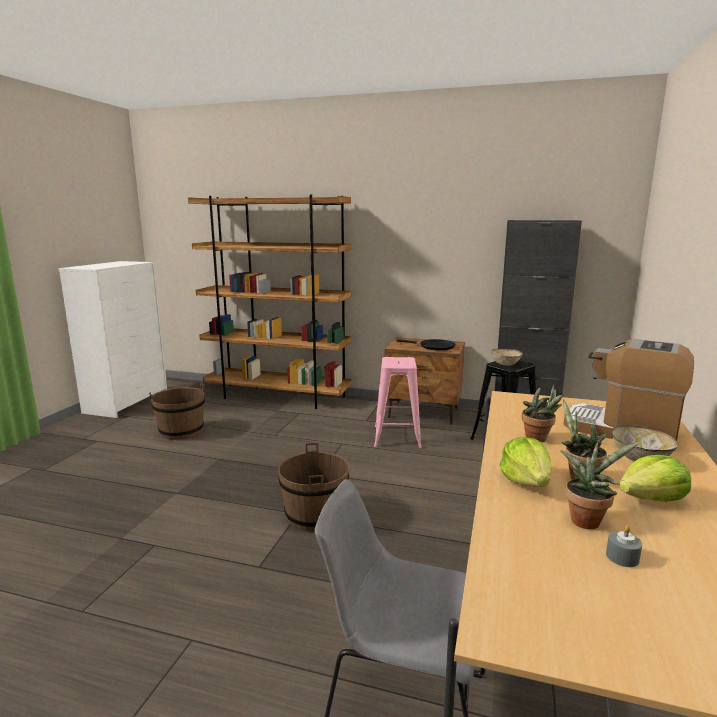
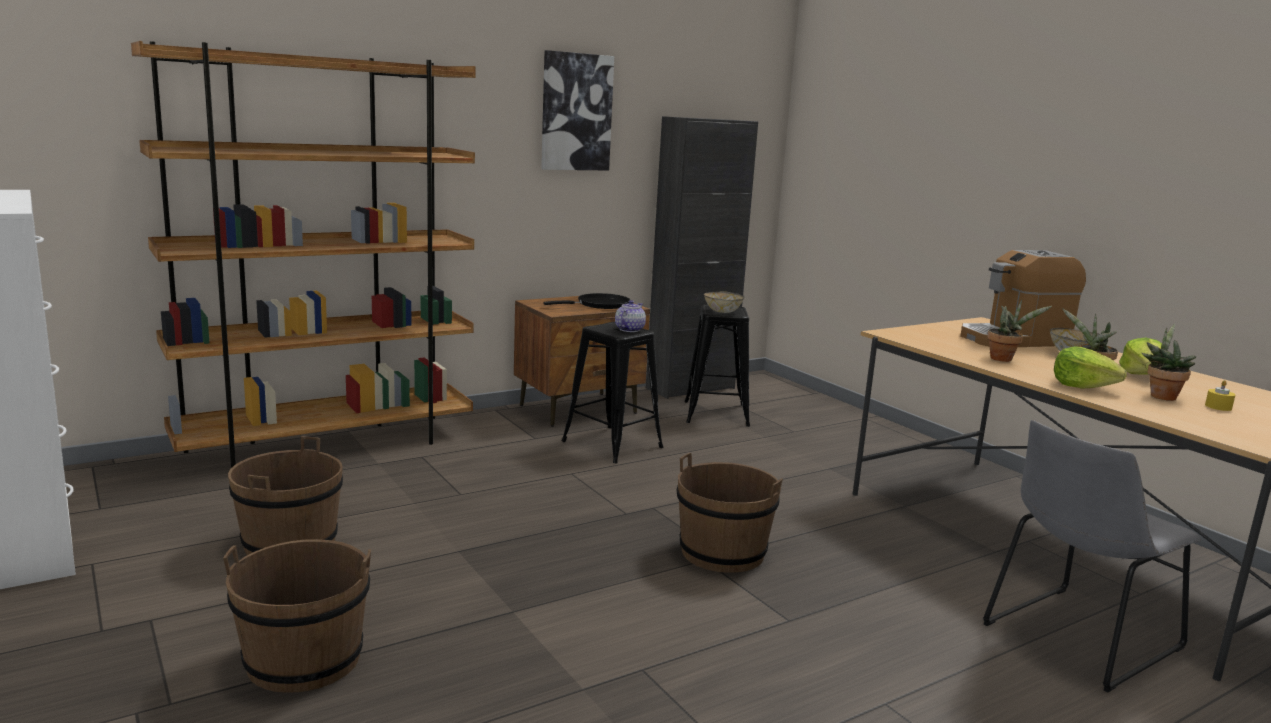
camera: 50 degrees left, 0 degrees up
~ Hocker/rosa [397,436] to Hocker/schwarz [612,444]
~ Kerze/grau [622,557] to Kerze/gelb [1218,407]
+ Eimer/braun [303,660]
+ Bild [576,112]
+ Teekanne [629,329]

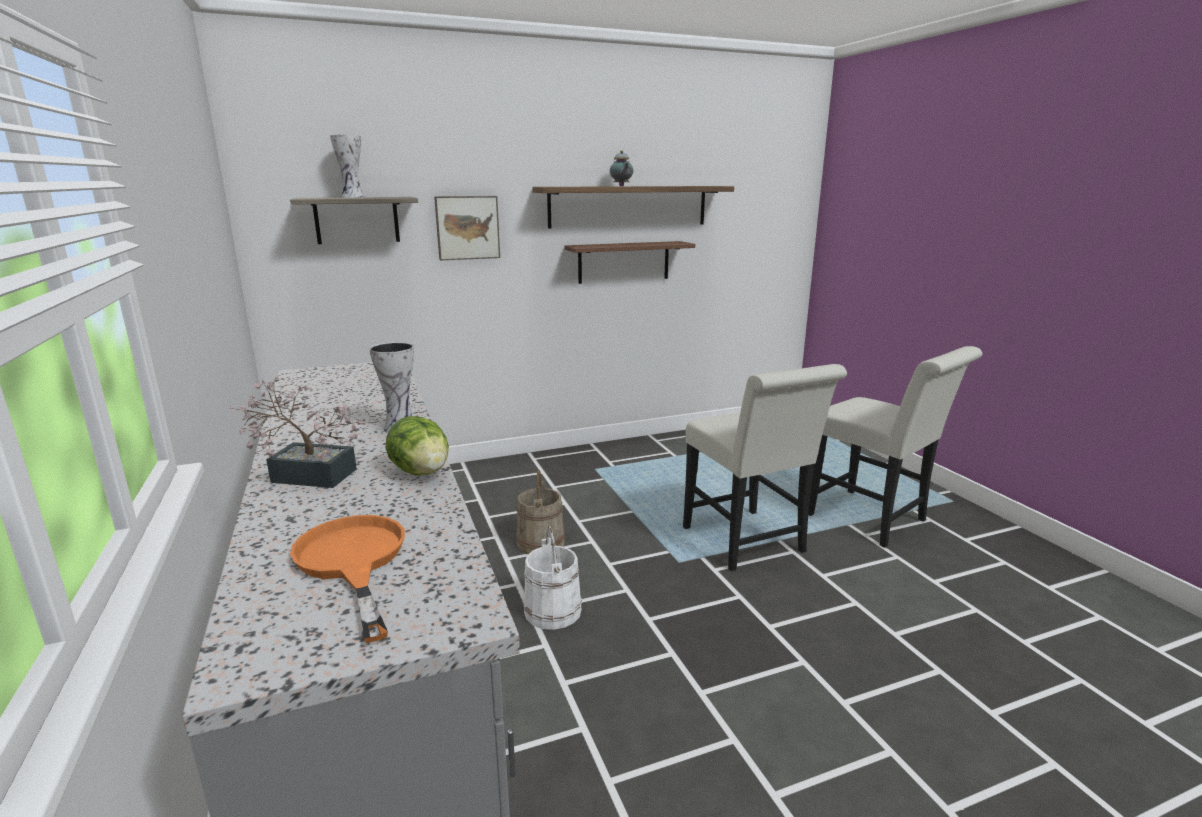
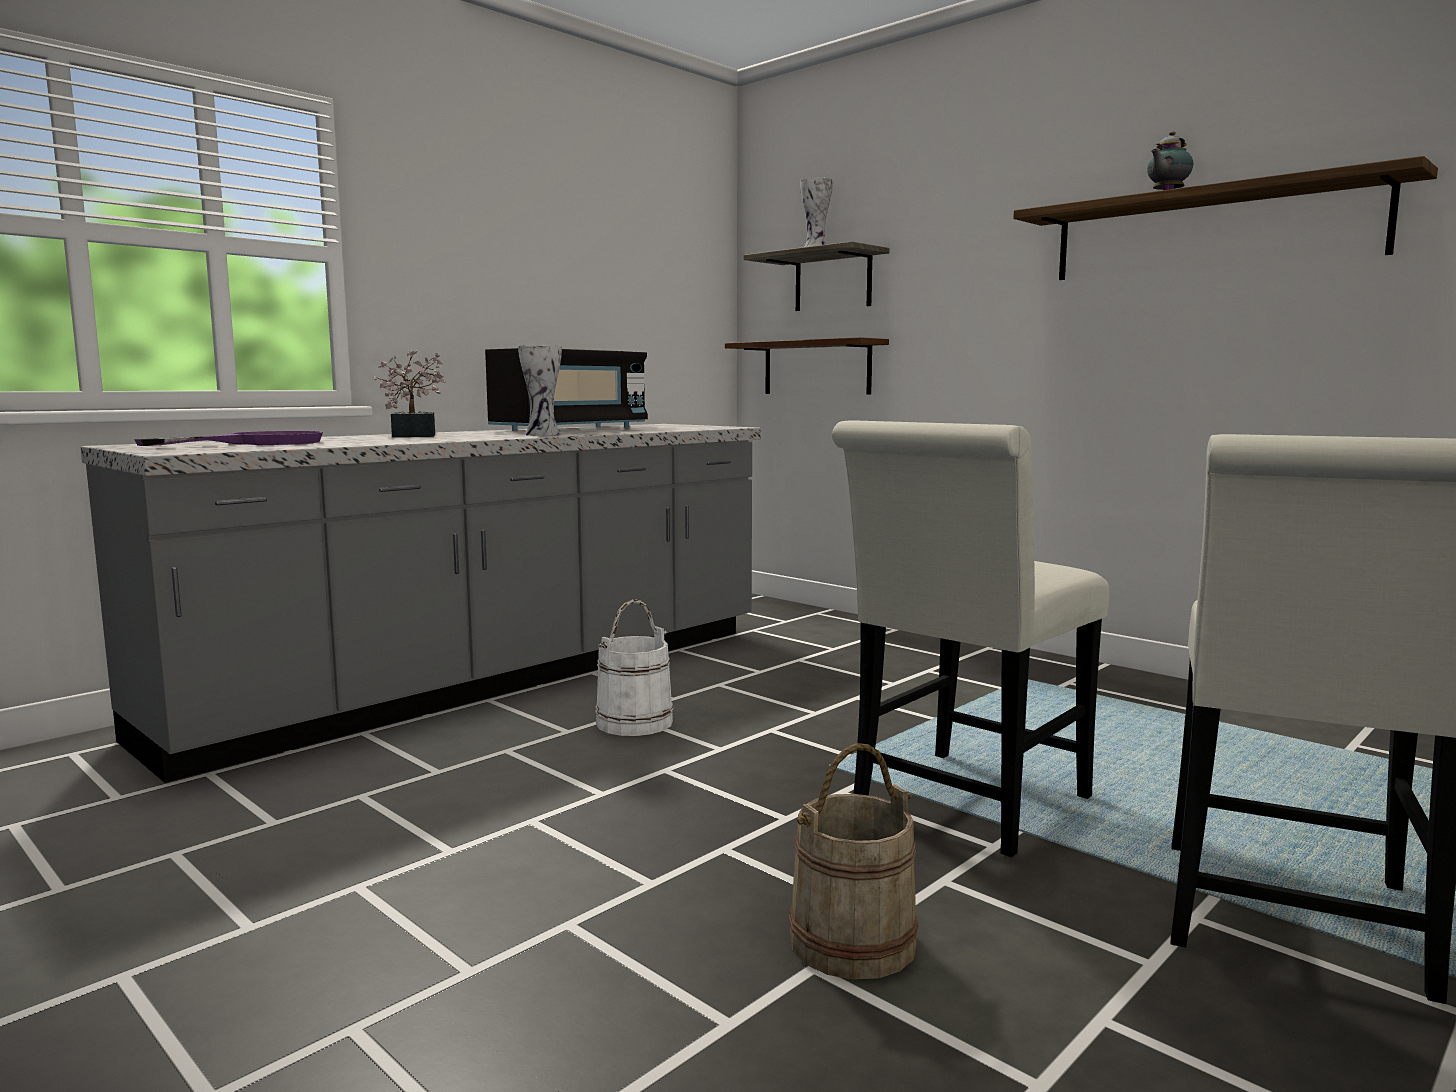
camera: 65 degrees right, 10 degrees down
~ Pfanne/orange [353,562] to Pfanne/lila [259,443]
- Salatkopf [421,472]
- Bild [467,227]
~ Eimer/beige [541,542] to [852,942]
~ Wandregal/braun [624,262] to [816,368]
+ Mikrowelle/schwarz [573,429]

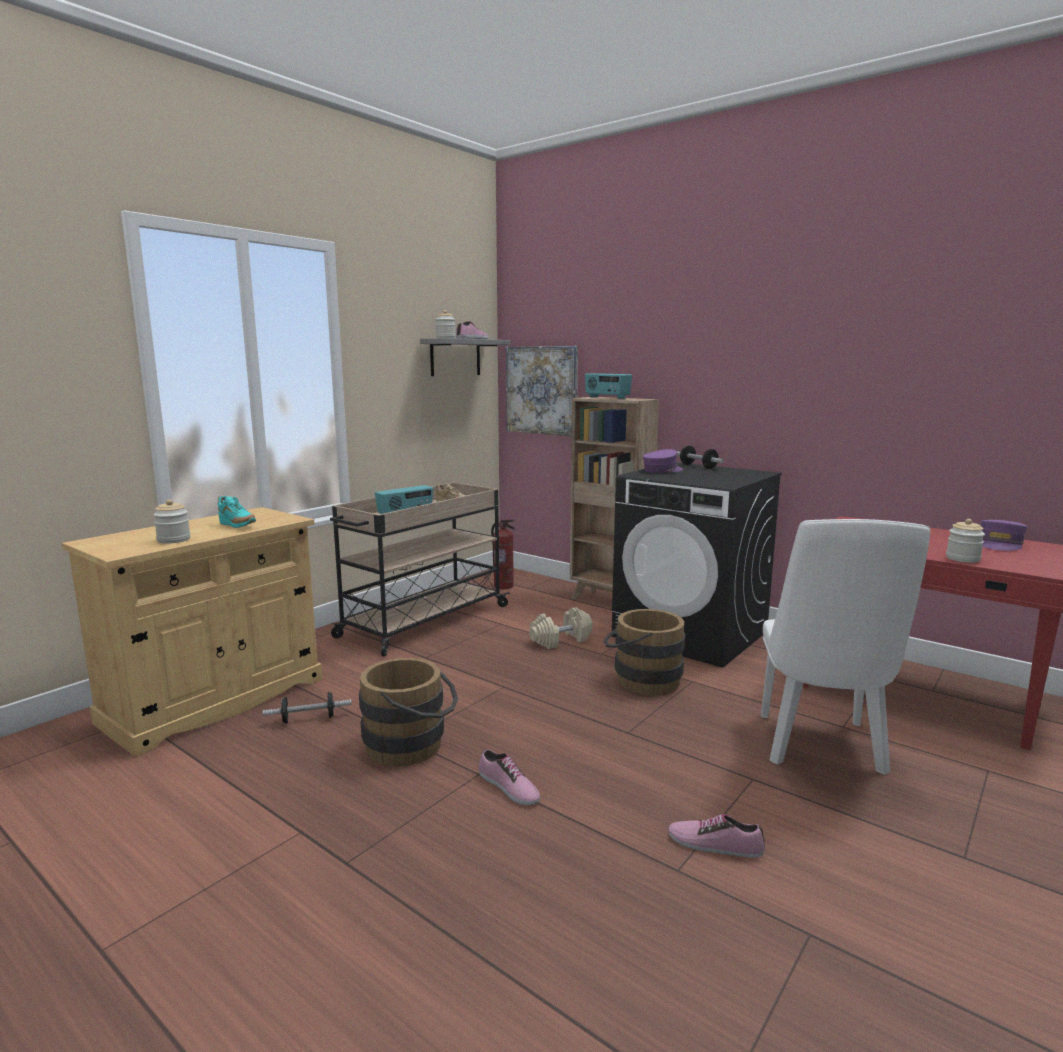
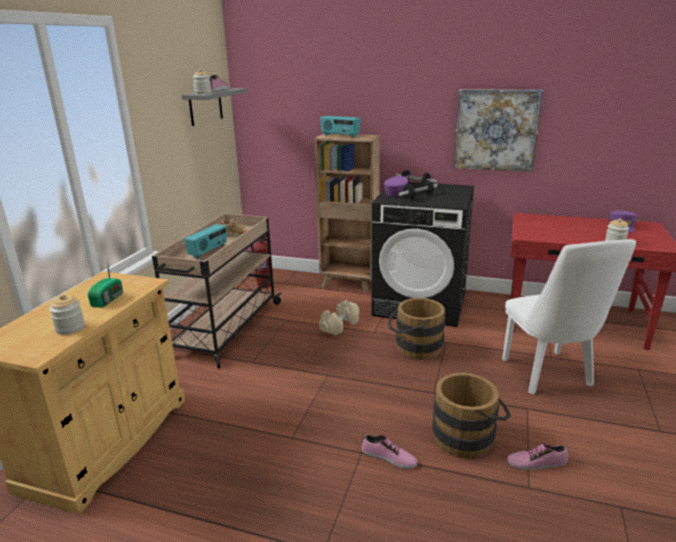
camera: 20 degrees left, 10 degrees up
~ Schuh/türkis [237,526] to Radio [109,299]
~ Hantel [308,719] to [418,197]
~ Eimer/braun [412,745] to [468,437]
~ Bild [542,390] to [496,130]

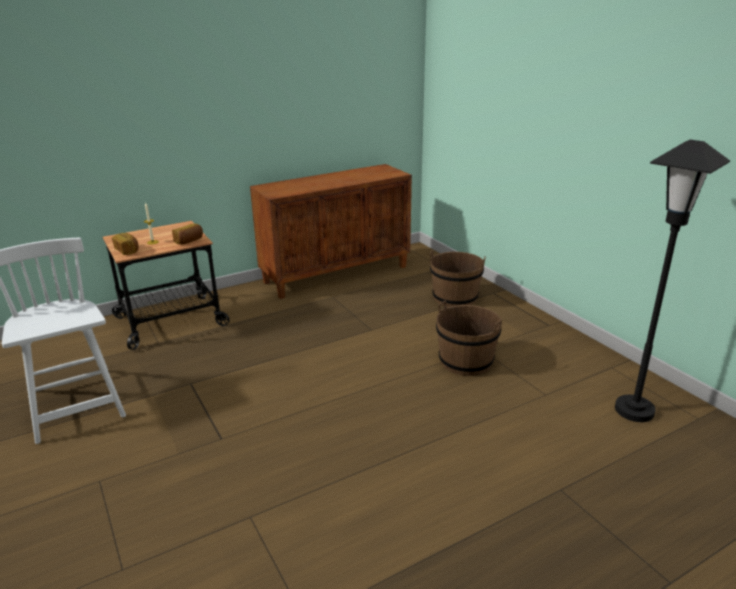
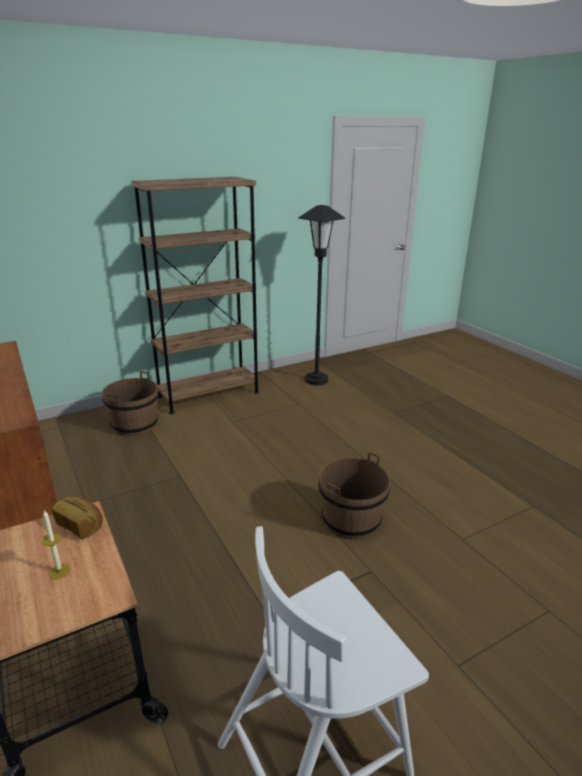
camera: 90 degrees left, 0 degrees up
- Brot [127,251]
~ Eimer/braun [466,361] to [351,520]
+ Bücherregal/braun [208,394]

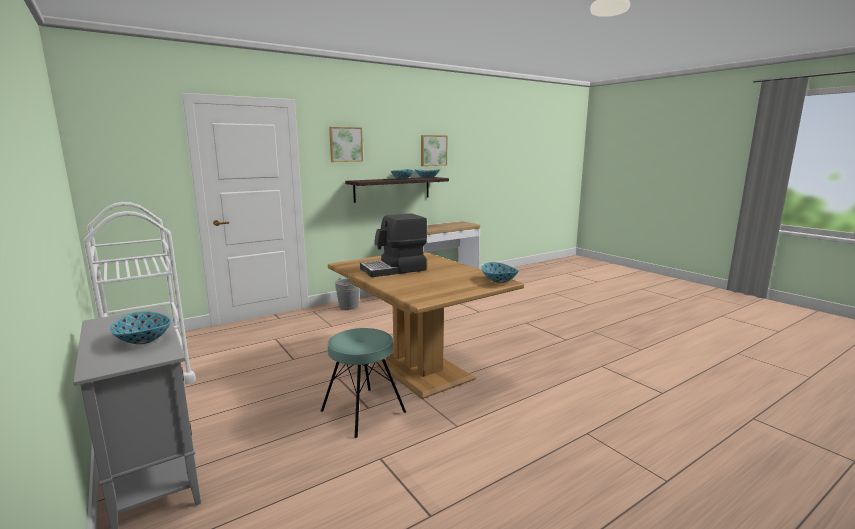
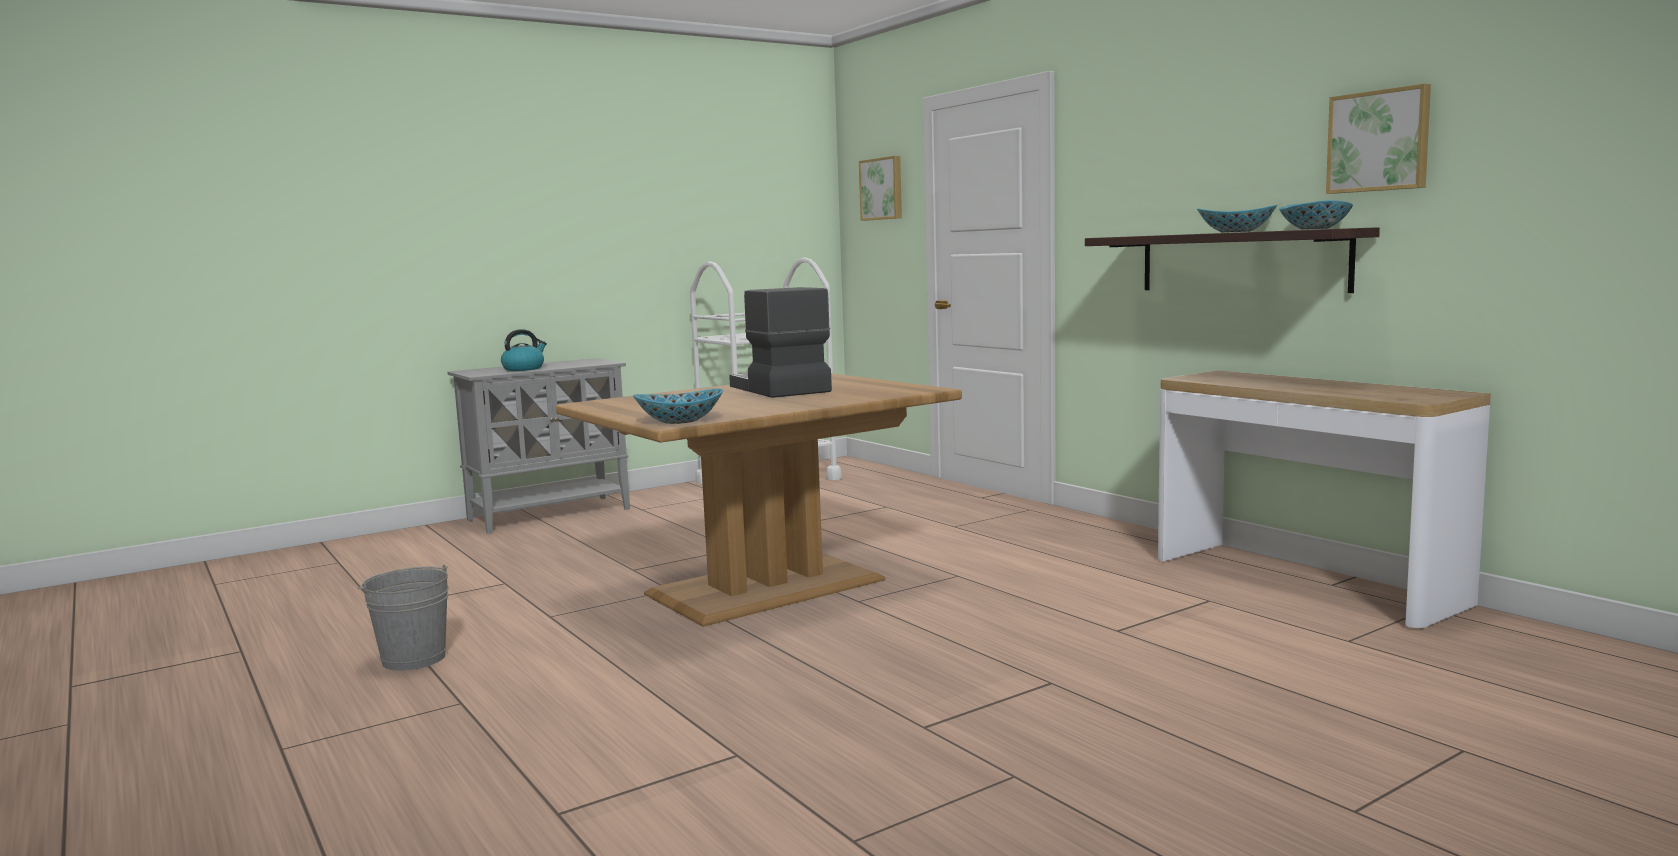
camera: 90 degrees right, 5 degrees down
~ Schüssel [143,340] to Wasserkessel [524,369]
- Hocker/türkis [363,411]
~ Bild [345,144] to [882,189]
~ Eimer/grau [348,306] to [414,659]

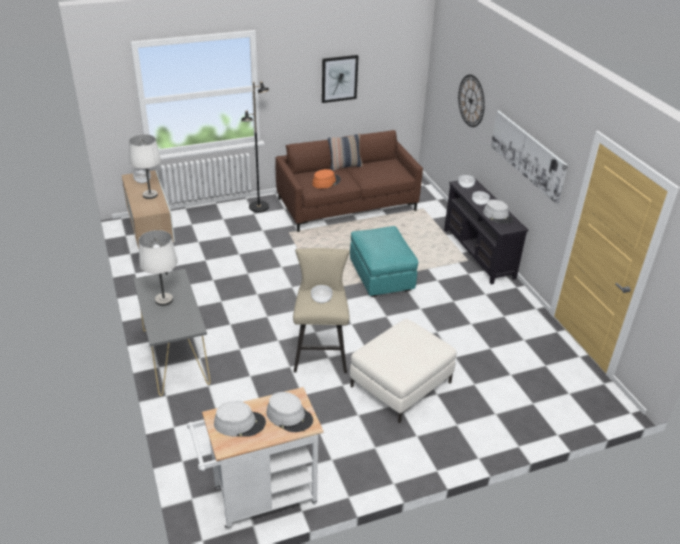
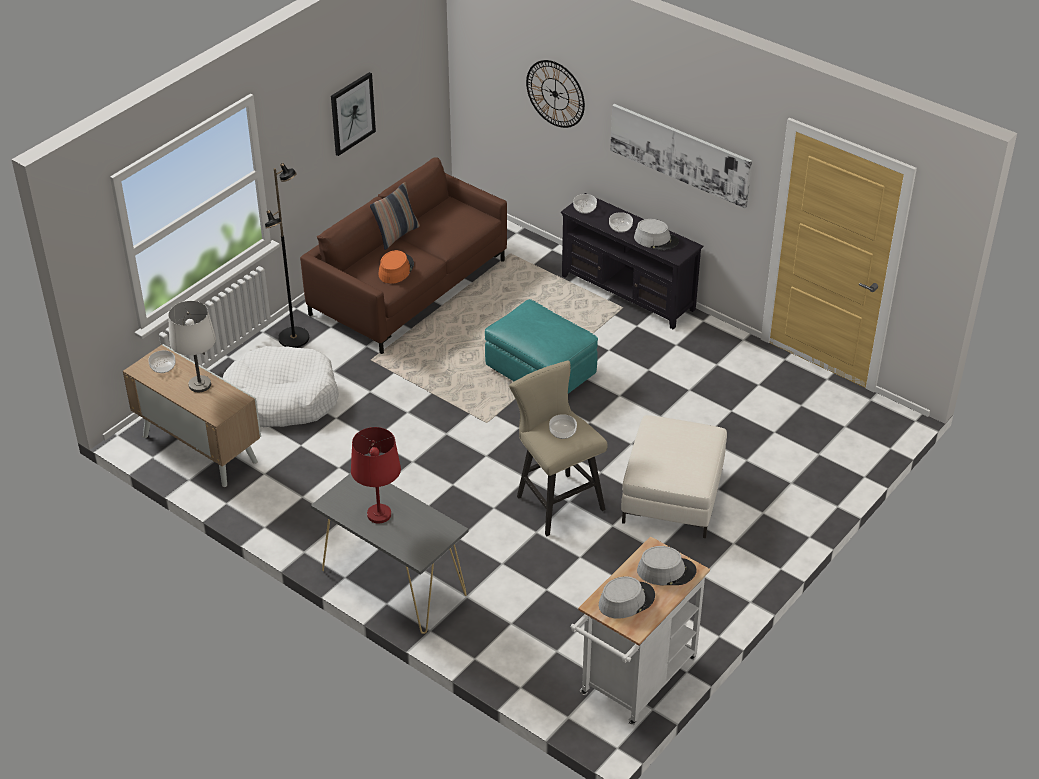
camera: 30 degrees left, 5 degrees up
~ Tischlampe/weiß [163,300] to Tischlampe/rot [379,515]
+ Hundebett/weiß [281,399]

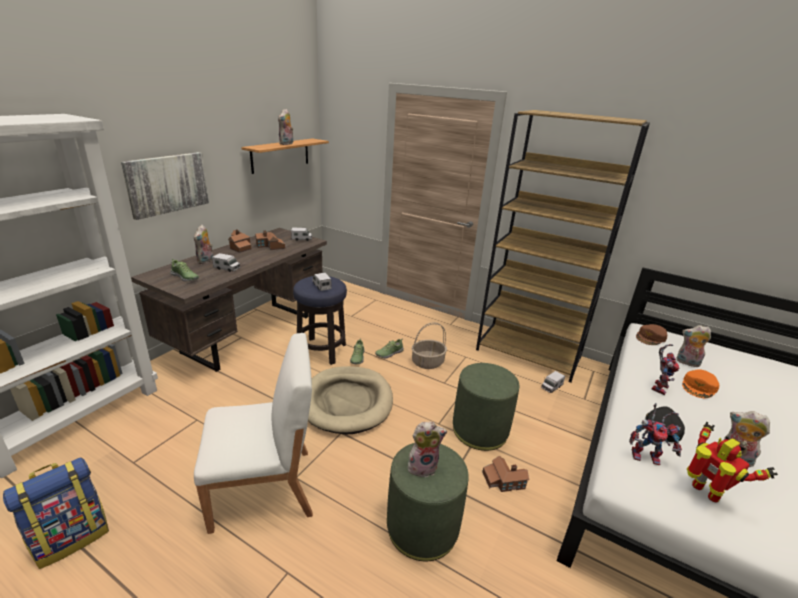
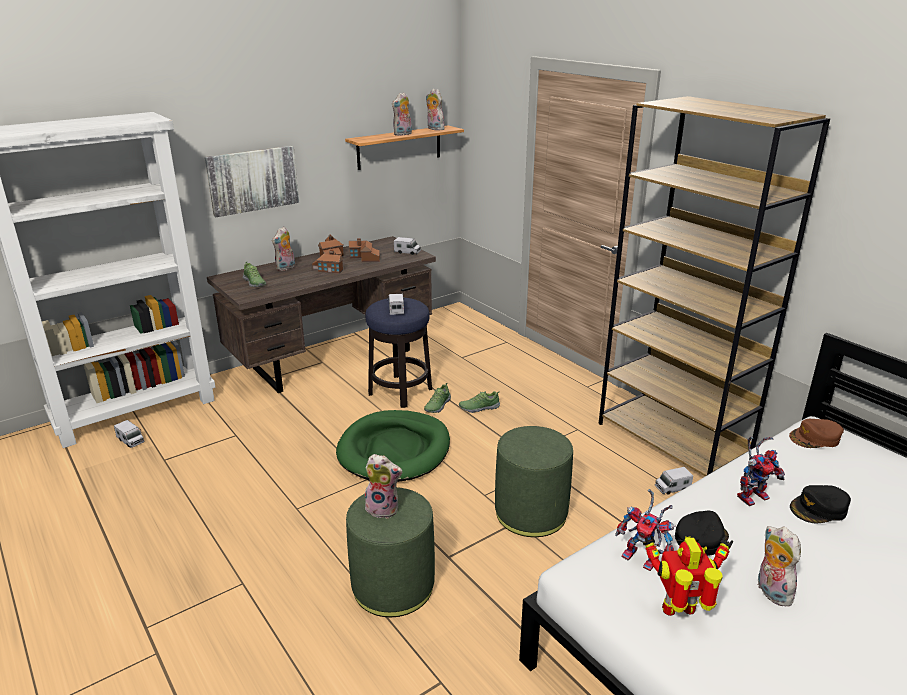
camera: 25 degrees right, 0 degrees up
- Rucksack [72,537]
- Stuhl/weiß [264,489]
~ Spielzeuglaster [227,268] to [130,440]
~ Hundebett/beige [347,402] to Hundebett/grün [394,450]
- Korb [428,362]
~ Spielzeughaus [503,480] to [328,268]
~ Plüschtier [687,363] to [434,129]
~ Kappe/orange [699,387] to Kappe/schwarz [819,509]
~ Spielzeugroboter [705,493] = [680,611] 90 degrees counterclockwise

